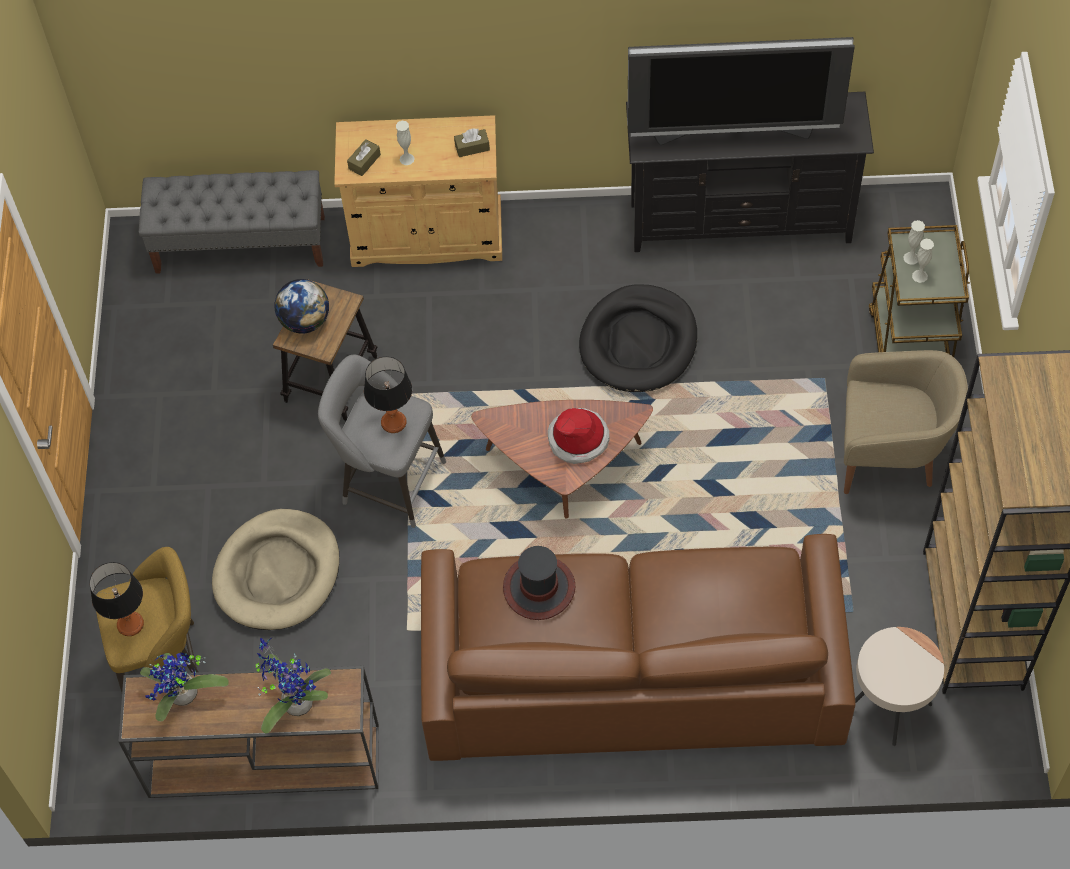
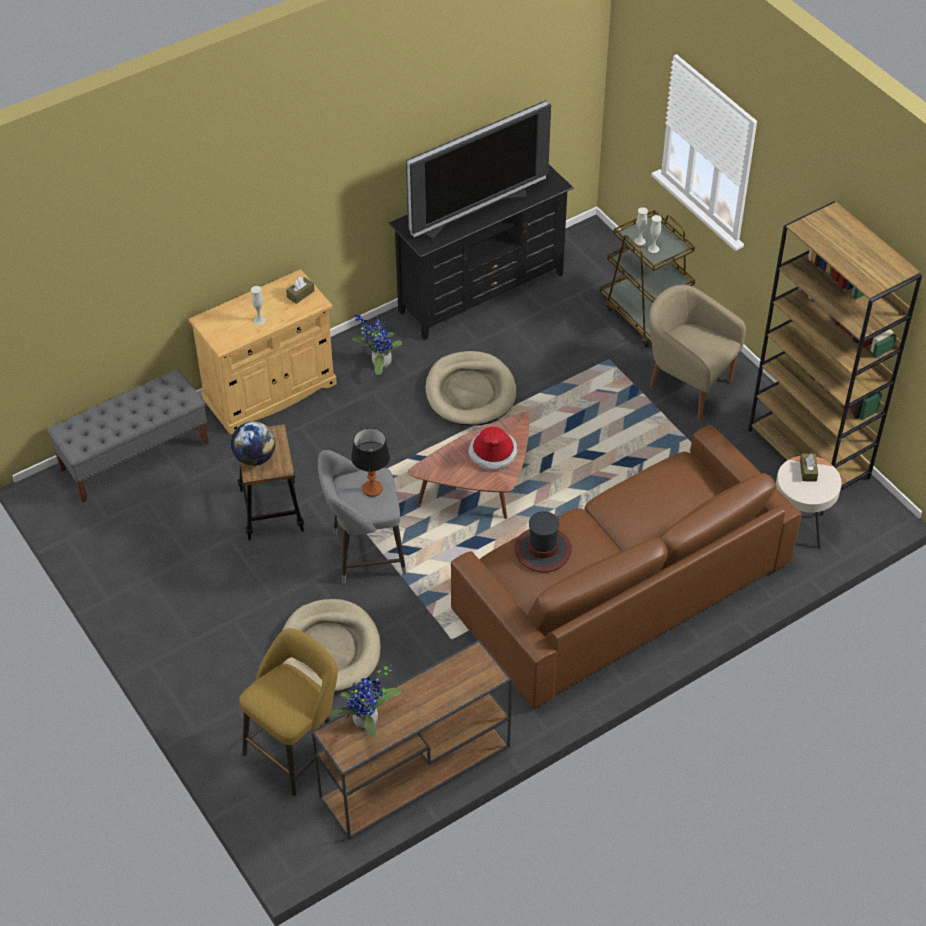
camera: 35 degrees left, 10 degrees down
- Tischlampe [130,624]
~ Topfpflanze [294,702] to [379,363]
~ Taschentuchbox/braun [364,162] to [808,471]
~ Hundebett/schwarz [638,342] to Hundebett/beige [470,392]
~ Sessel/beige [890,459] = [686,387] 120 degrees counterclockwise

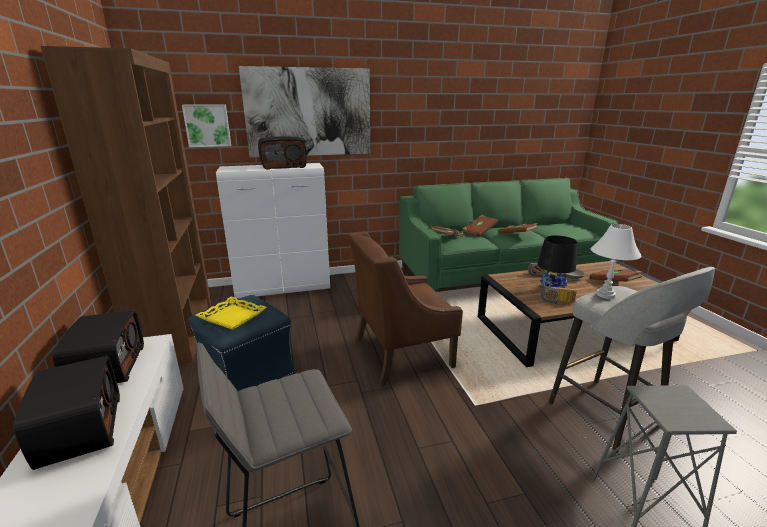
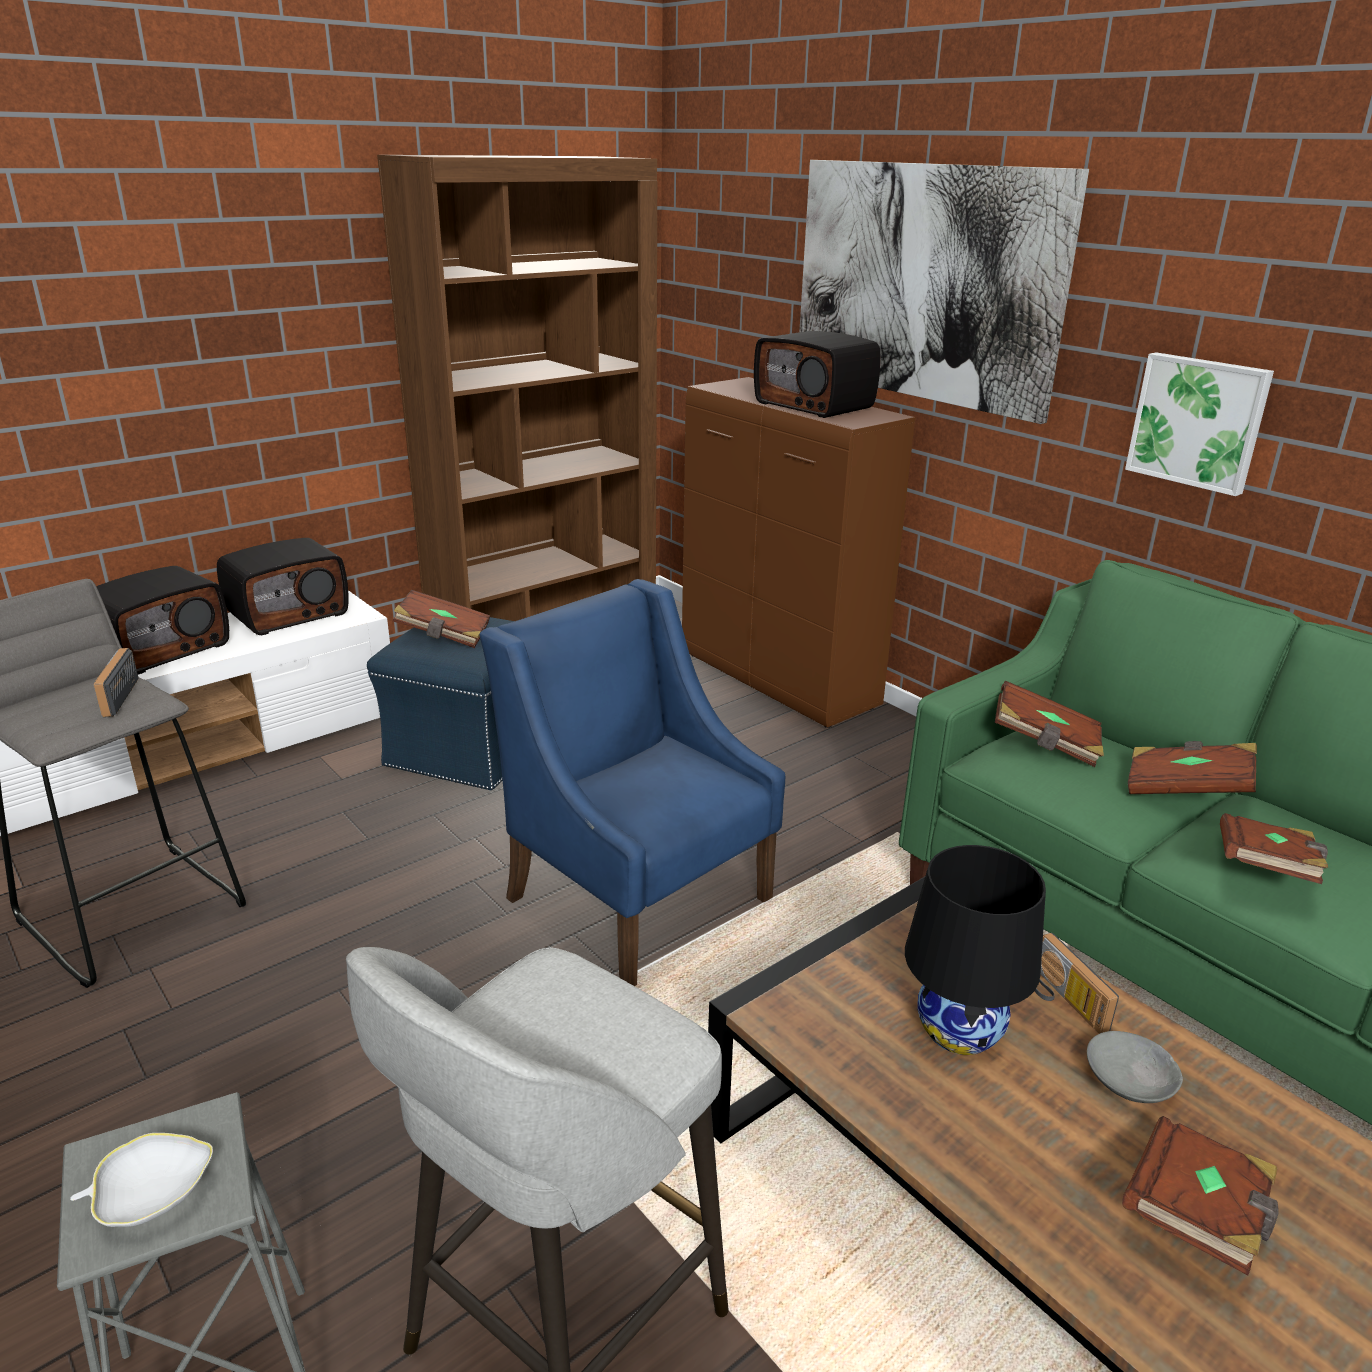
camera: 65 degrees right, 5 degrees up
~ Bild [207,125] to [1198,422]
~ Tablett/gelb [233,316] to Buch/braun [443,636]
~ Schrank/weiß [284,288] to Schrank/braun [779,681]
~ Sessel/braun [401,352] to Sessel/blau [638,896]
~ Radio [556,301] to [112,697]
- Tischlampe/weiß [605,295]
+ Schüssel/weiß [151,1196]

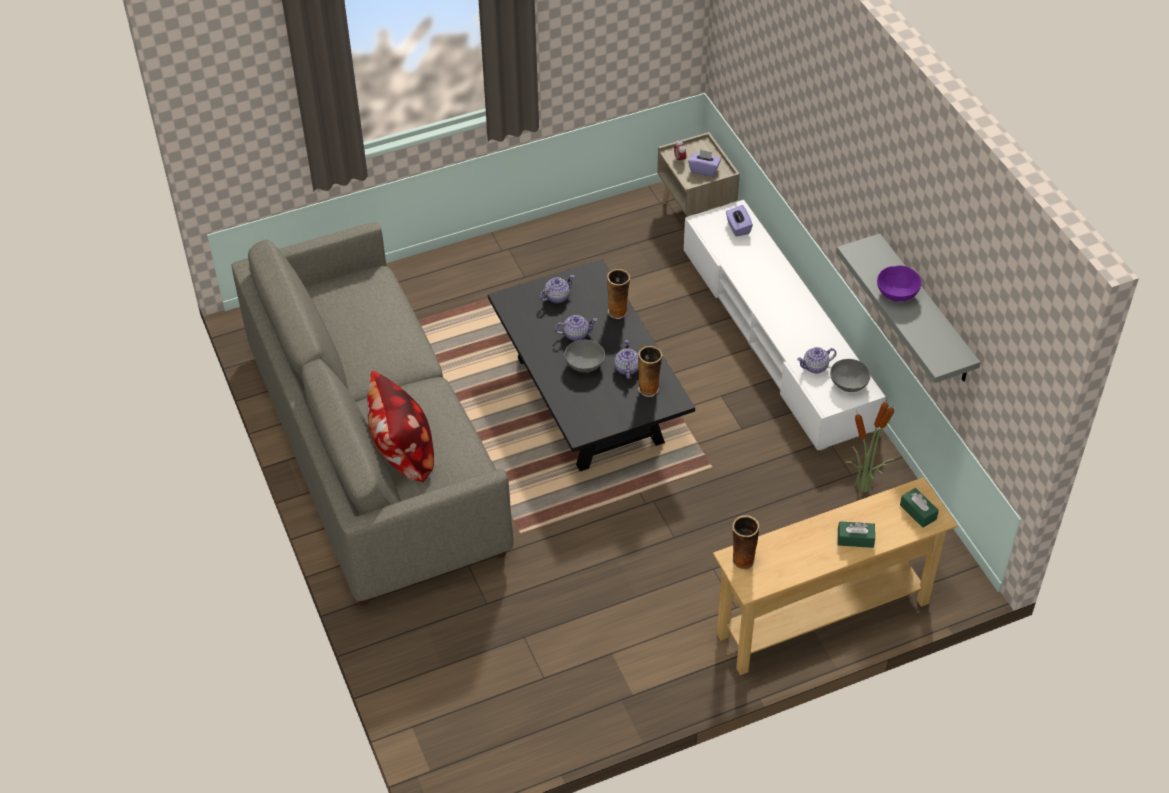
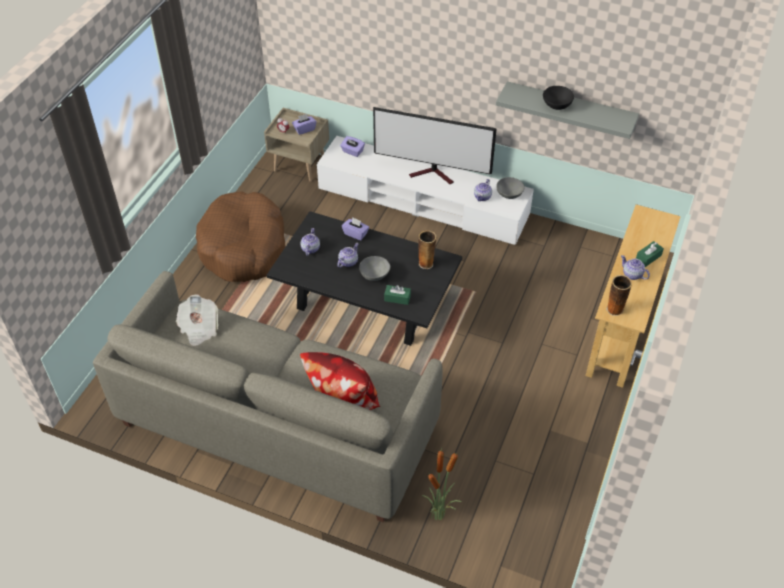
camera: 45 degrees left, 0 degrees up
~ Vase [618,312] to Taschentuchbox/lila [355,234]
~ Teekanne [626,368] to [632,274]
~ Topfpflanze [864,488] to [439,516]
~ Schüssel/lila [897,293] to Schüssel/schwarz [556,105]
~ Taschentuchbox/grün [918,512] to [397,298]
+ Zeitung [199,328]
+ Hundebett/braun [243,247]
+ Fernseher [434,174]

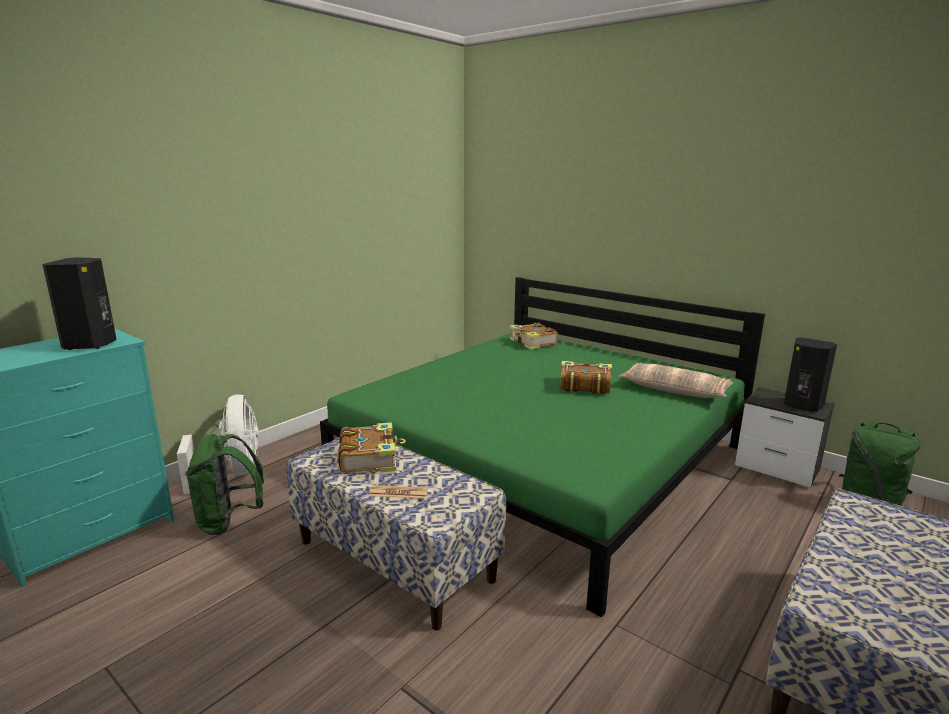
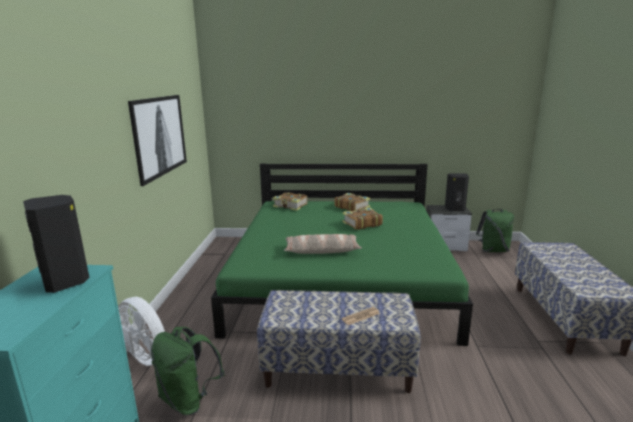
camera: 35 degrees left, 0 degrees up
~ Buch [370,458] to [351,207]
~ Kissen [674,390] to [322,251]
+ Bild [160,136]

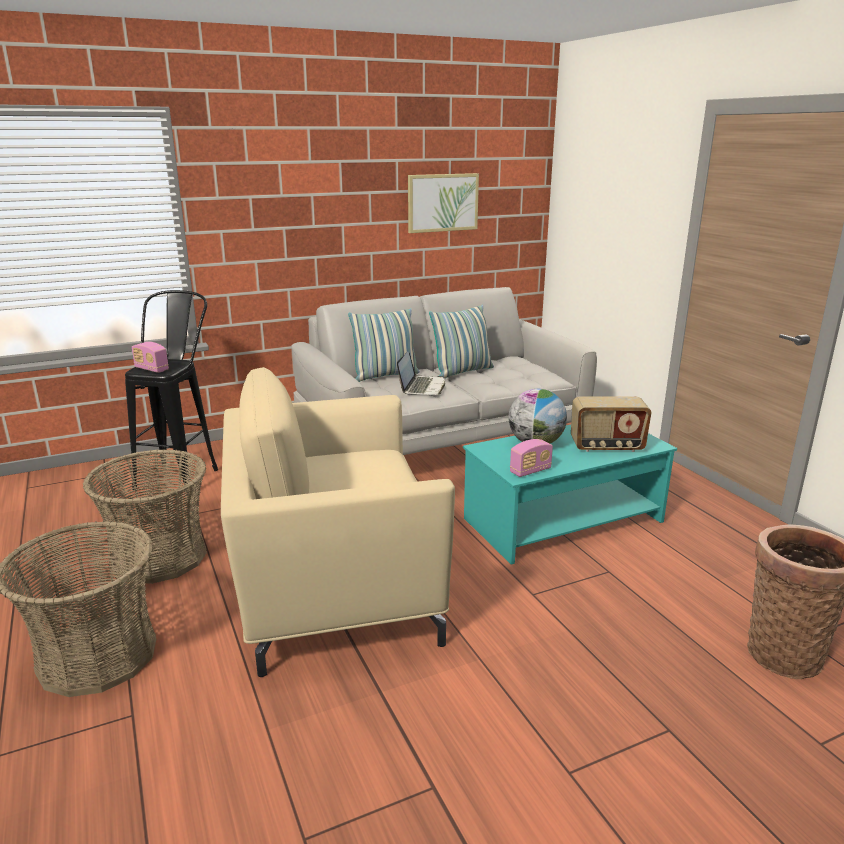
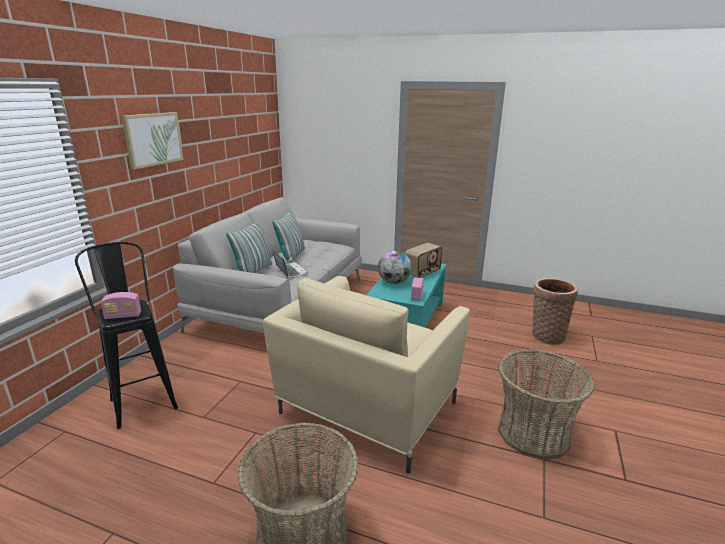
camera: 45 degrees left, 0 degrees up
~ Korb [159,557] to [533,433]
~ Bild [442,202] to [153,139]

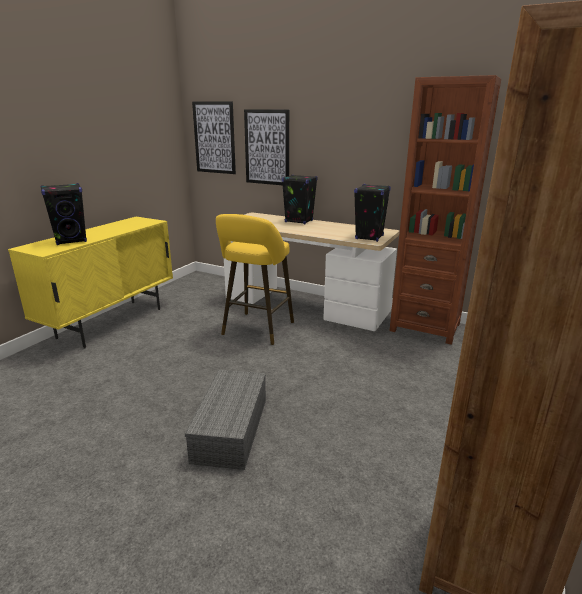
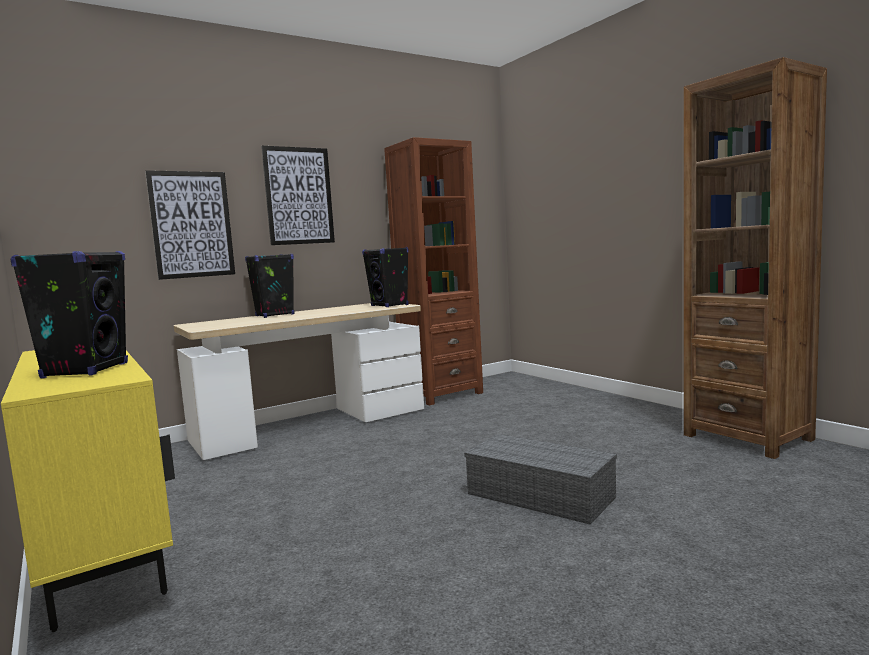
camera: 60 degrees left, 15 degrees down
~ Bild [214,138] to [298,196]
- Hocker/gelb [256,330]

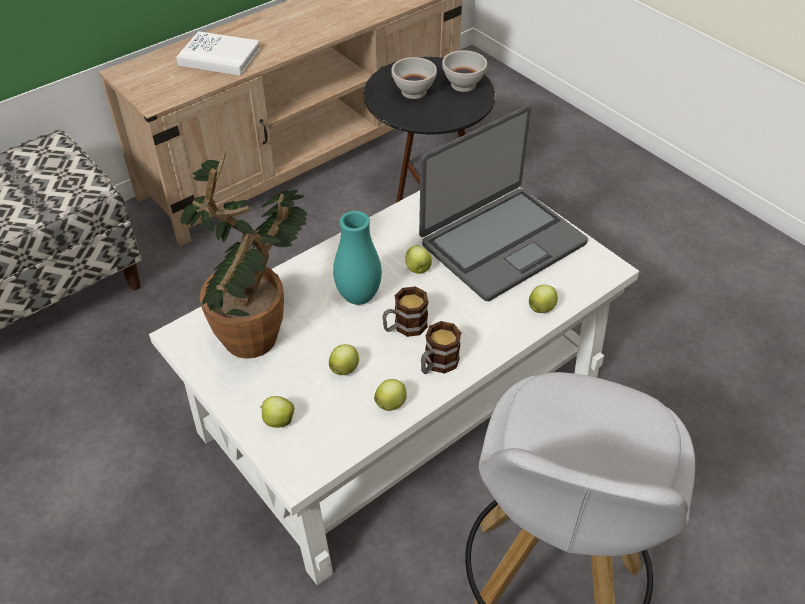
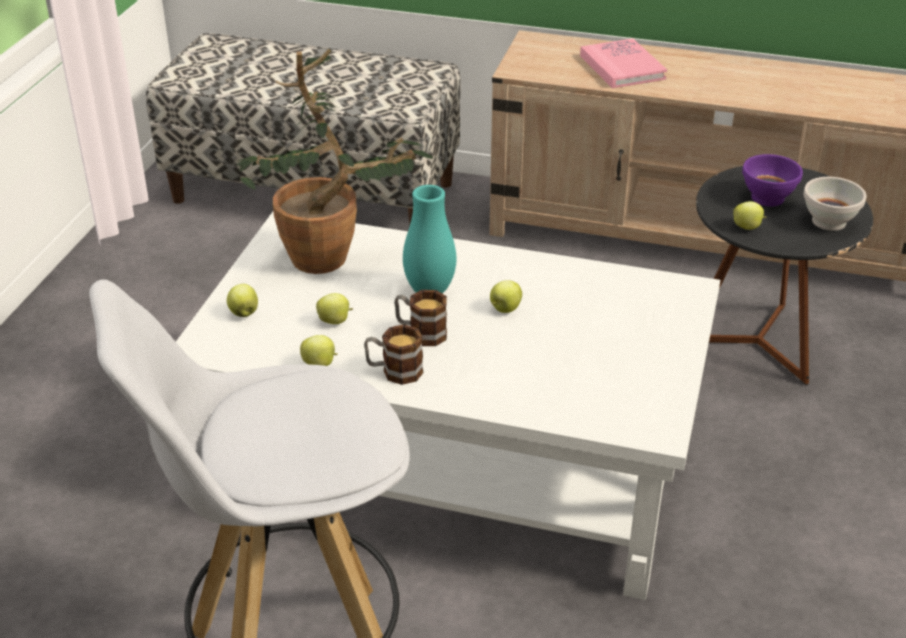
camera: 55 degrees right, 10 degrees down
~ Buch/weiß [219,57] to Buch/rosa [622,67]
~ Schüssel/weiß [413,91] to Schüssel/lila [768,197]
- Laptop [501,243]
~ Apfel [541,308] to [747,227]

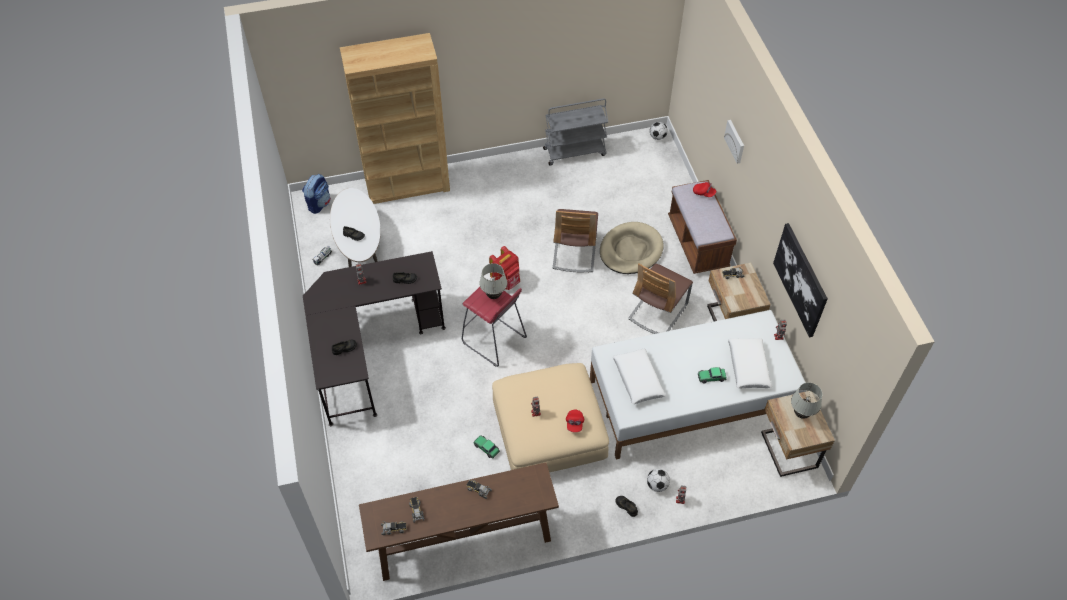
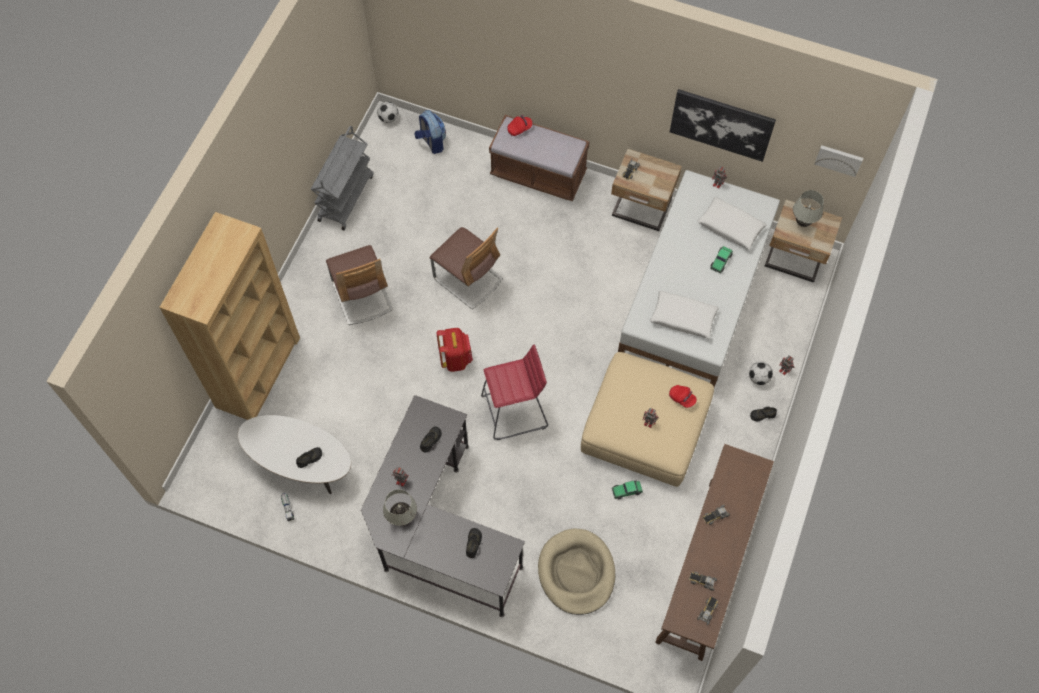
camera: 55 degrees left, 10 degrees up
~ Rucksack [319,204] to [431,142]
~ Tischlampe/weiß [494,295] to [402,517]
~ Hundebett/beige [630,250] to [576,572]
~ Stuhl [657,312] to [362,296]
~ Bild [735,141] to [839,159]

